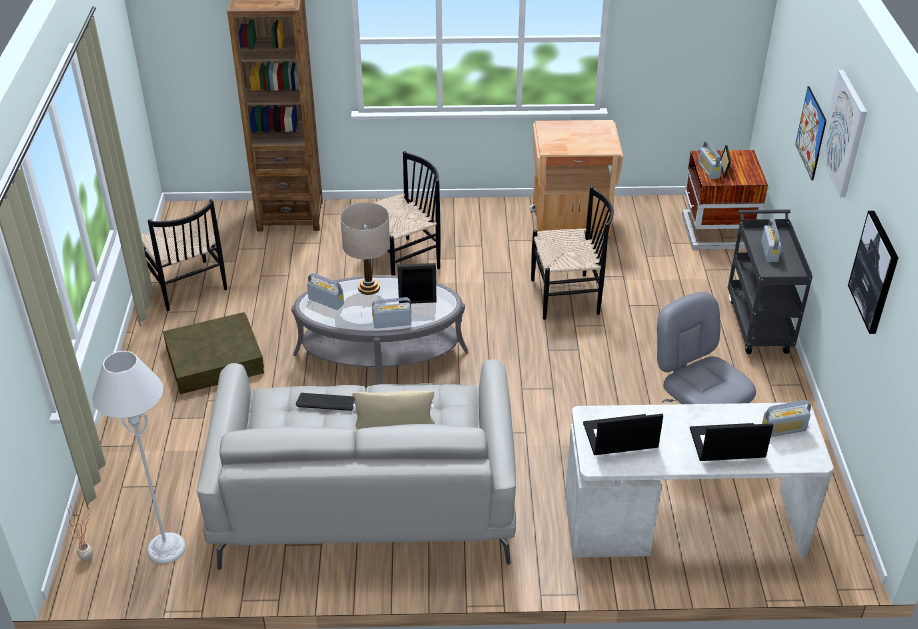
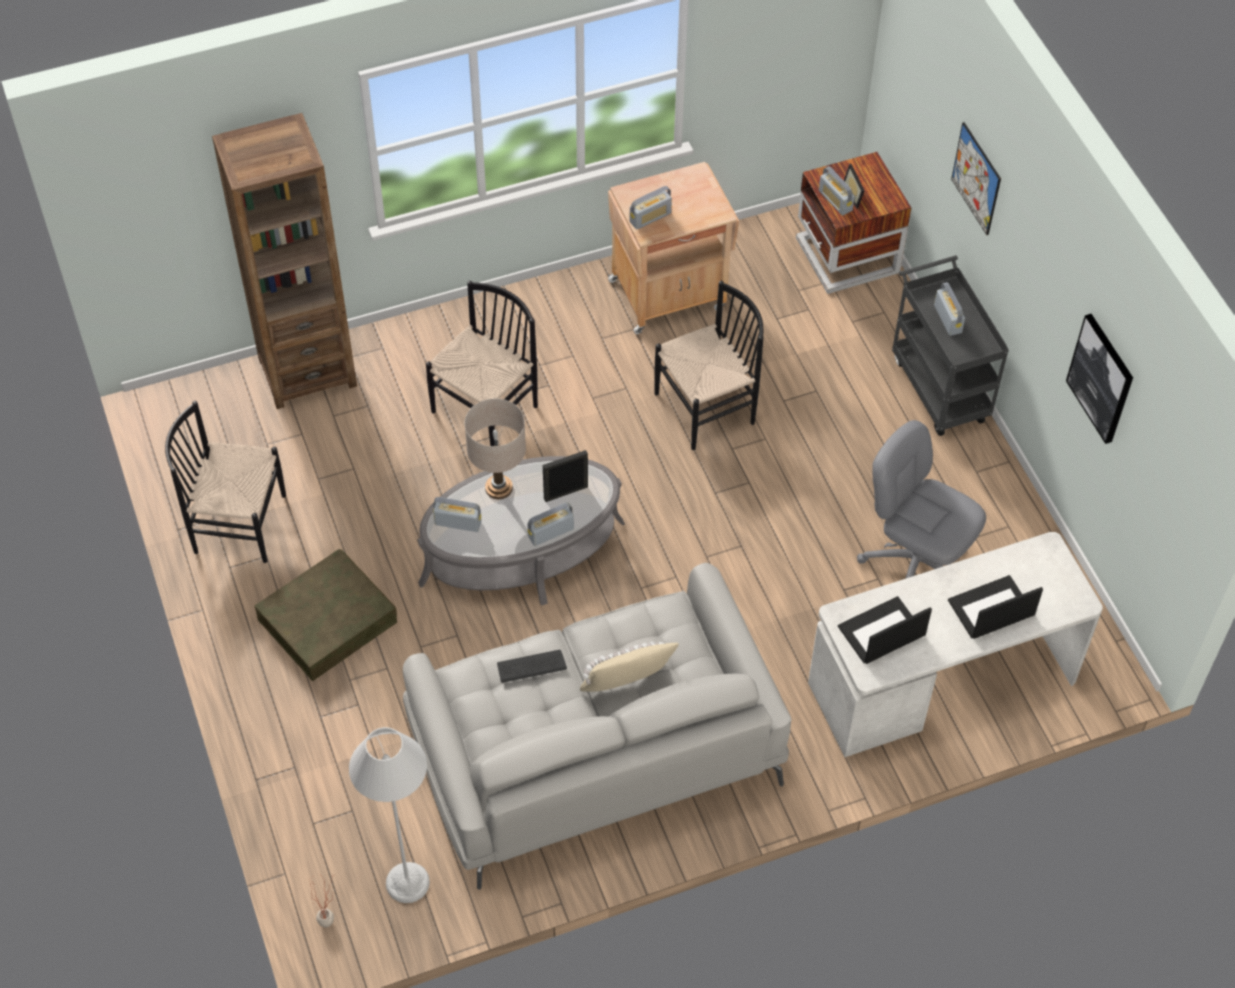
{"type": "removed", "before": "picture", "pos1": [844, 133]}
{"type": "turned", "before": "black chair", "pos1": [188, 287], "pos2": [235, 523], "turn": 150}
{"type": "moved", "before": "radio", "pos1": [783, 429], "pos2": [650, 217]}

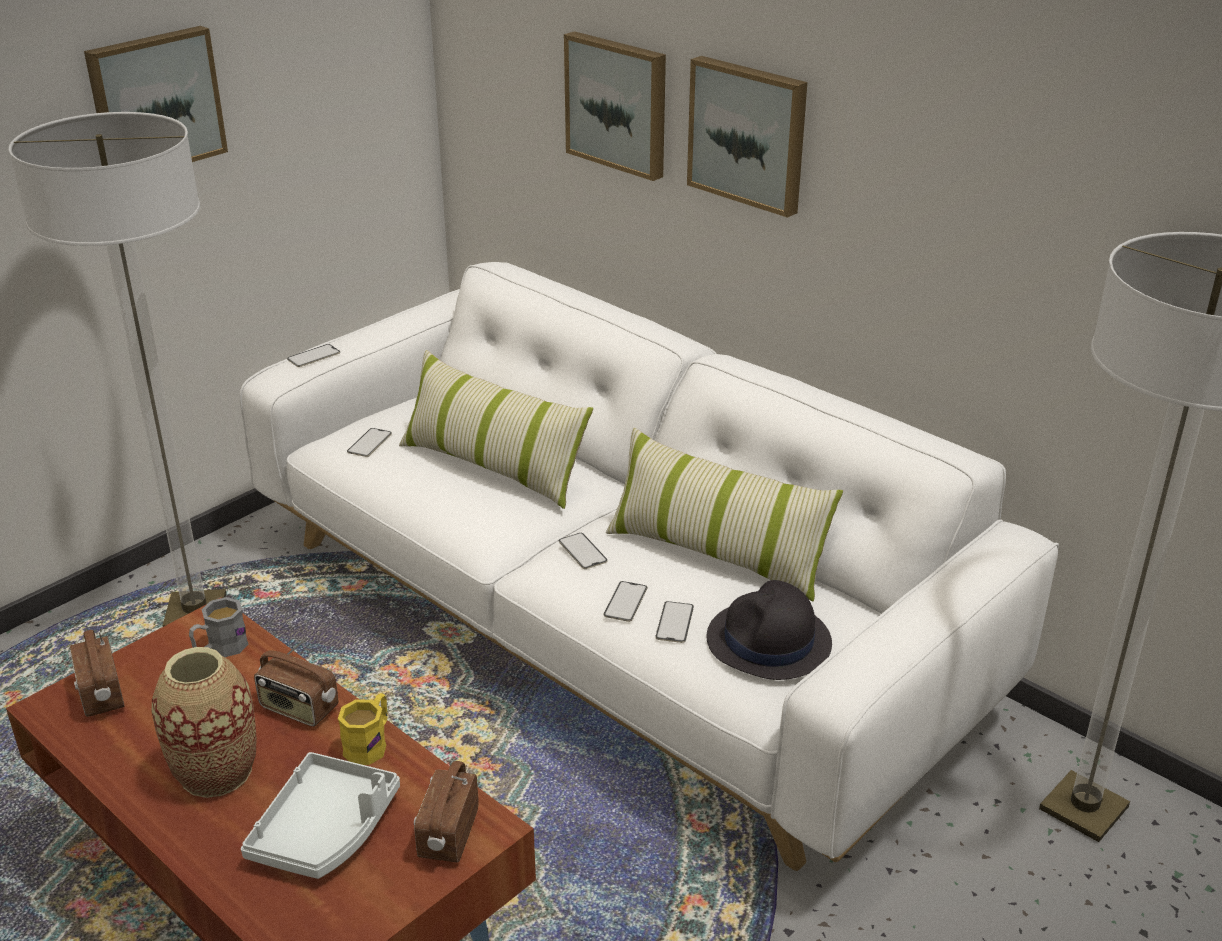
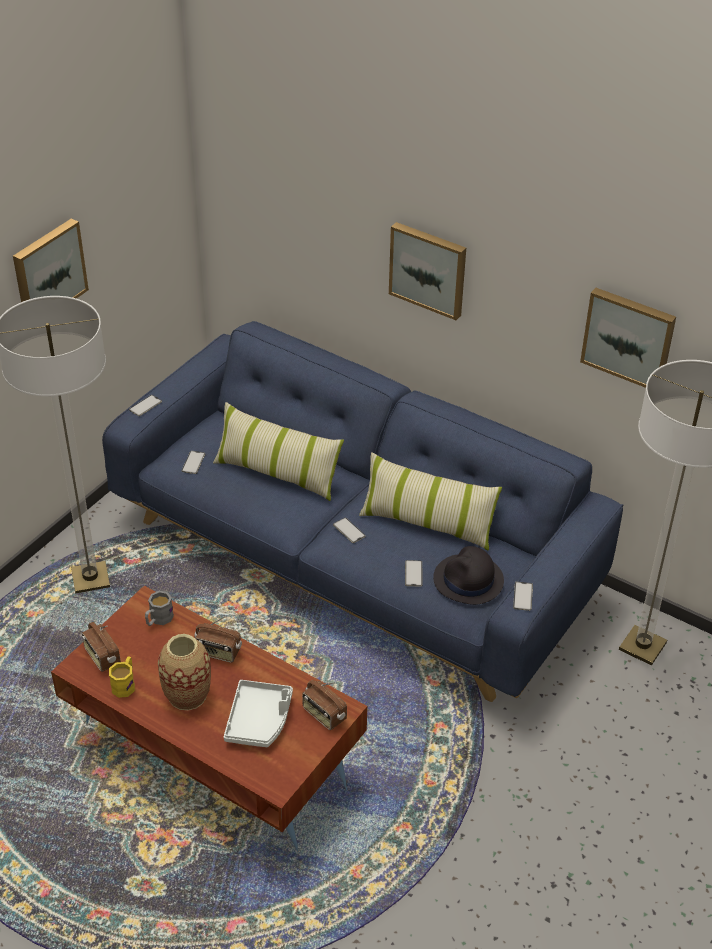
{"type": "moved", "before": "picture", "pos1": [618, 104], "pos2": [629, 337]}
{"type": "recoloured", "before": "white sofa", "after": "blue sofa", "pos1": [612, 622], "pos2": [355, 556]}
{"type": "moved", "before": "phone", "pos1": [625, 602], "pos2": [523, 596]}
{"type": "moved", "before": "yellow mug", "pos1": [370, 744], "pos2": [125, 684]}
{"type": "turned", "before": "radio", "pos1": [447, 835], "pos2": [324, 715], "turn": -45}

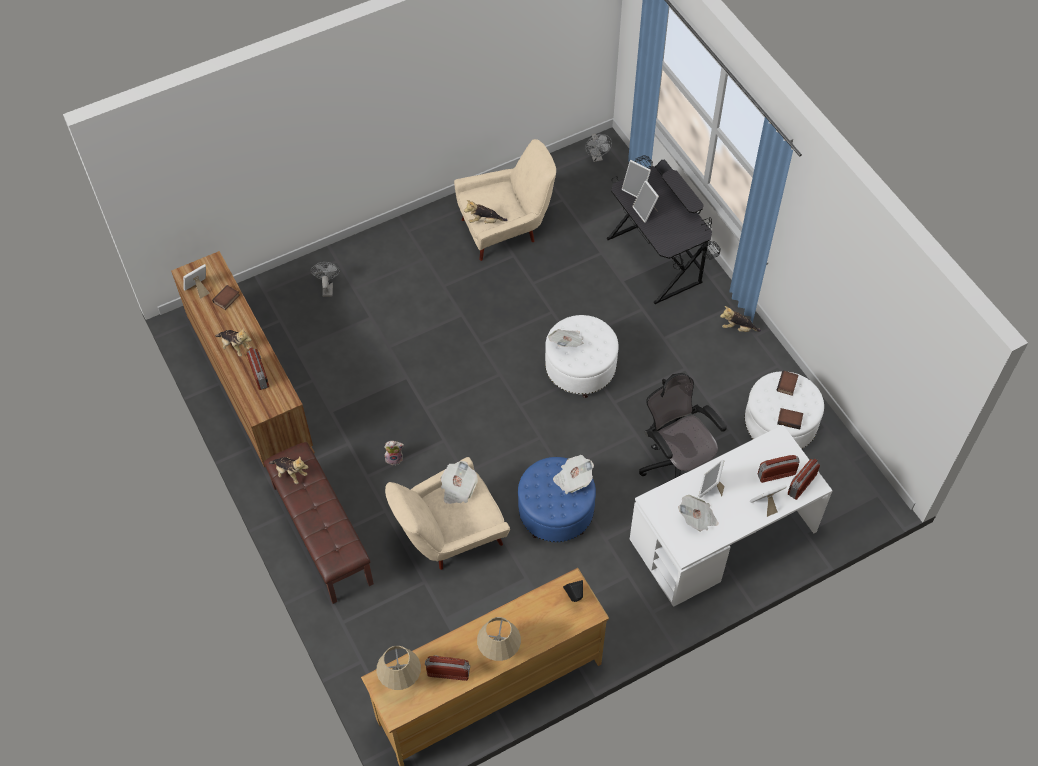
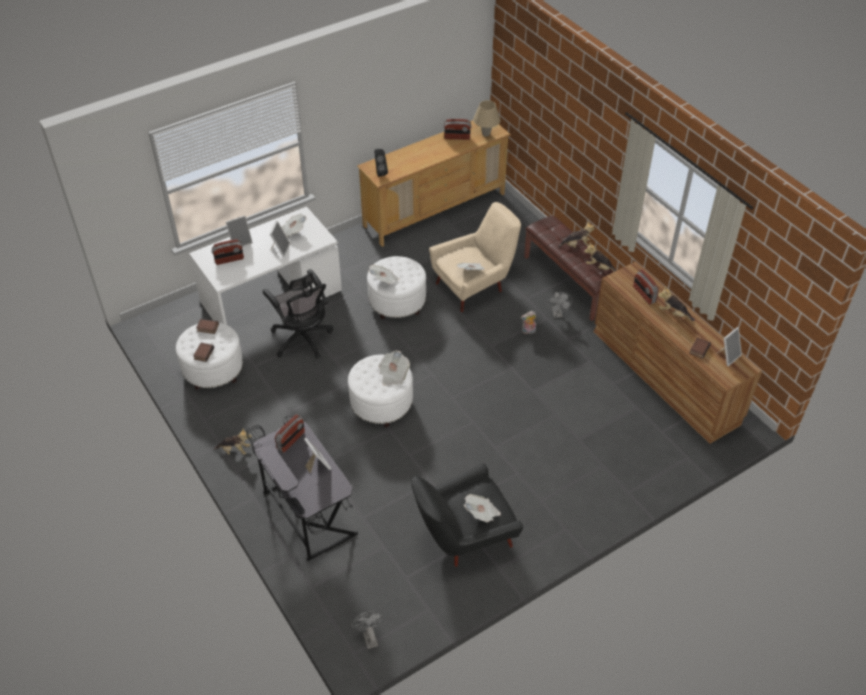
{"type": "recoloured", "before": "beige armchair", "after": "black armchair", "pos1": [505, 229], "pos2": [464, 537]}
{"type": "removed", "before": "picture frame", "pos1": [636, 189]}
{"type": "moved", "before": "plush toy", "pos1": [484, 221], "pos2": [576, 245]}
{"type": "moved", "before": "grey fan", "pos1": [327, 287], "pos2": [557, 314]}
{"type": "recoloured", "before": "blue ottoman", "after": "white ottoman", "pos1": [556, 513], "pos2": [397, 303]}
{"type": "moved", "before": "radio", "pos1": [801, 484], "pos2": [291, 440]}
{"type": "removed", "before": "beige table lamp", "pos1": [499, 650]}
{"type": "added", "after": "newspaper", "pos2": [482, 513]}

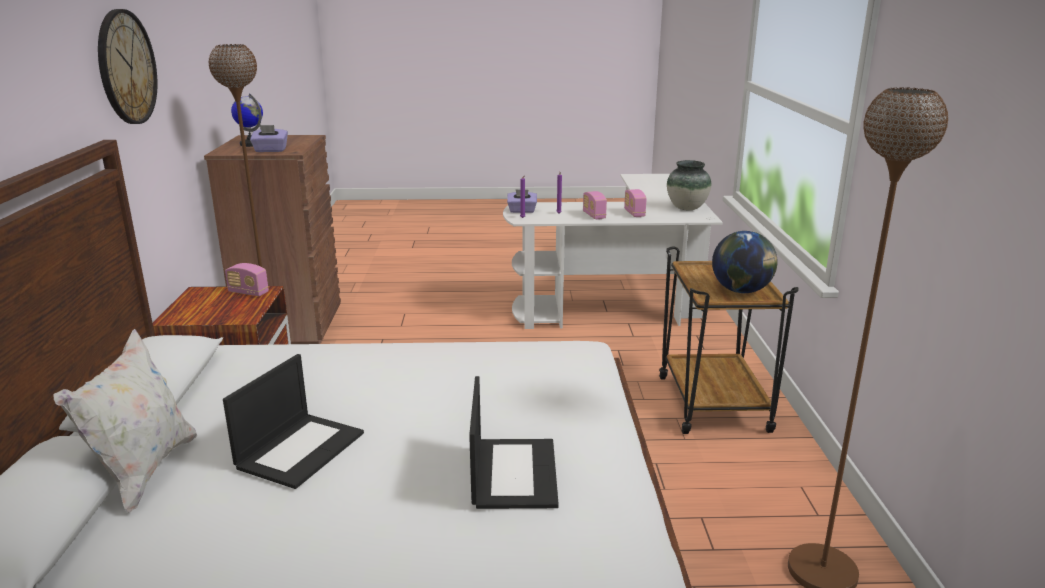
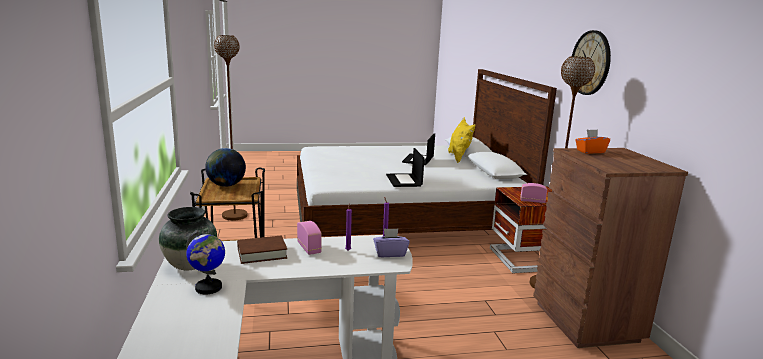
{"type": "moved", "before": "globe", "pos1": [251, 144], "pos2": [208, 288]}
{"type": "recoloured", "before": "purple tissue box", "after": "orange tissue box", "pos1": [270, 150], "pos2": [590, 151]}
{"type": "replaced", "before": "radio", "after": "brown book", "pos1": [634, 213], "pos2": [262, 253]}
{"type": "recoloured", "before": "white pillow", "after": "yellow pillow", "pos1": [144, 472], "pos2": [459, 157]}
{"type": "moved", "before": "laptop", "pos1": [513, 472], "pos2": [404, 180]}

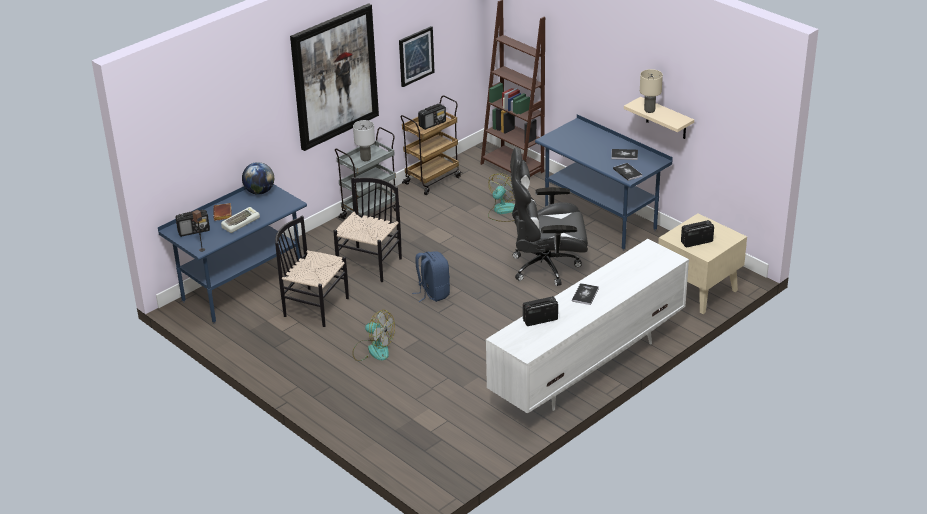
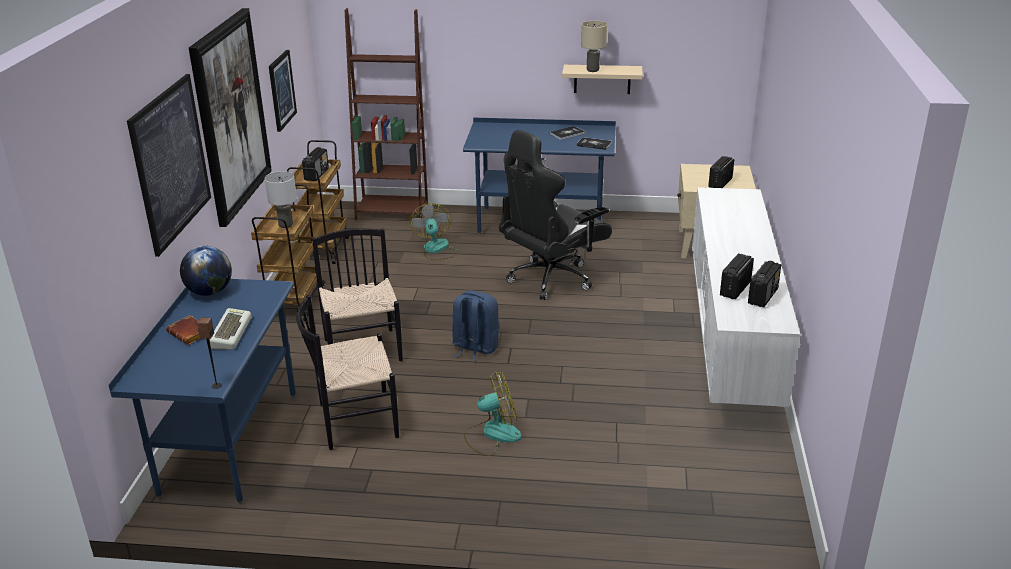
{"type": "recoloured", "before": "grey cart", "after": "brown cart", "pos1": [370, 214], "pos2": [295, 303]}
{"type": "moved", "before": "radio", "pos1": [194, 231], "pos2": [763, 296]}
{"type": "removed", "before": "book", "pos1": [585, 294]}
{"type": "added", "after": "picture", "pos2": [171, 162]}

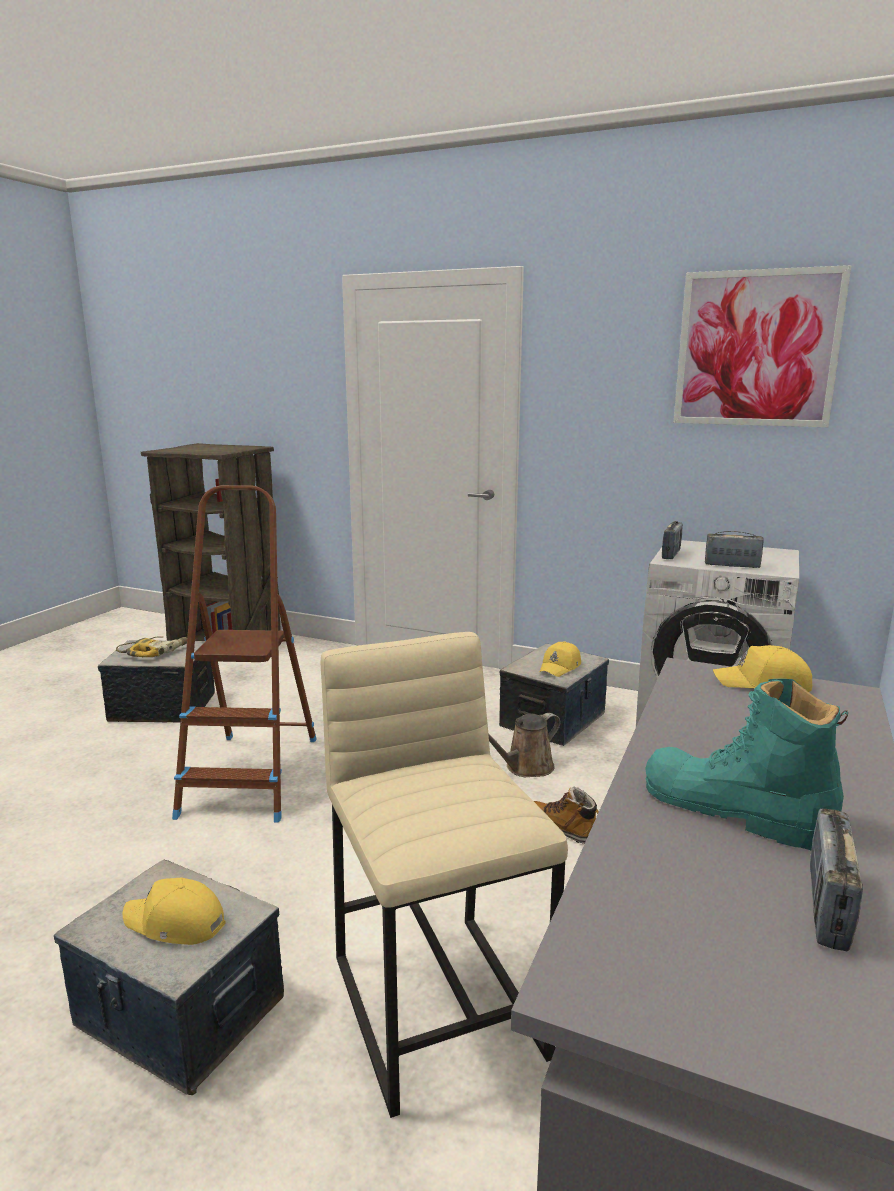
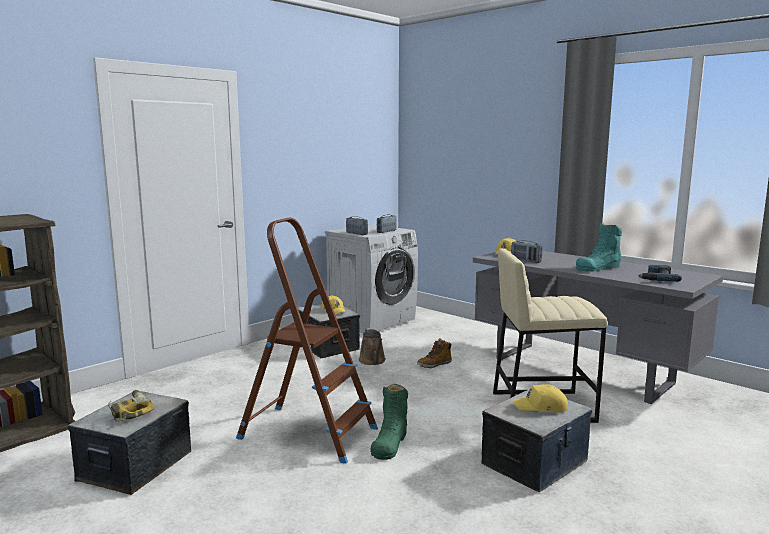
{"type": "removed", "before": "picture", "pos1": [756, 349]}
{"type": "moved", "before": "radio", "pos1": [827, 908], "pos2": [525, 261]}
{"type": "turned", "before": "yellow cap", "pos1": [175, 923], "pos2": [541, 407], "turn": 60}
{"type": "added", "after": "power drill", "pos2": [657, 278]}
{"type": "added", "after": "green boot", "pos2": [390, 443]}

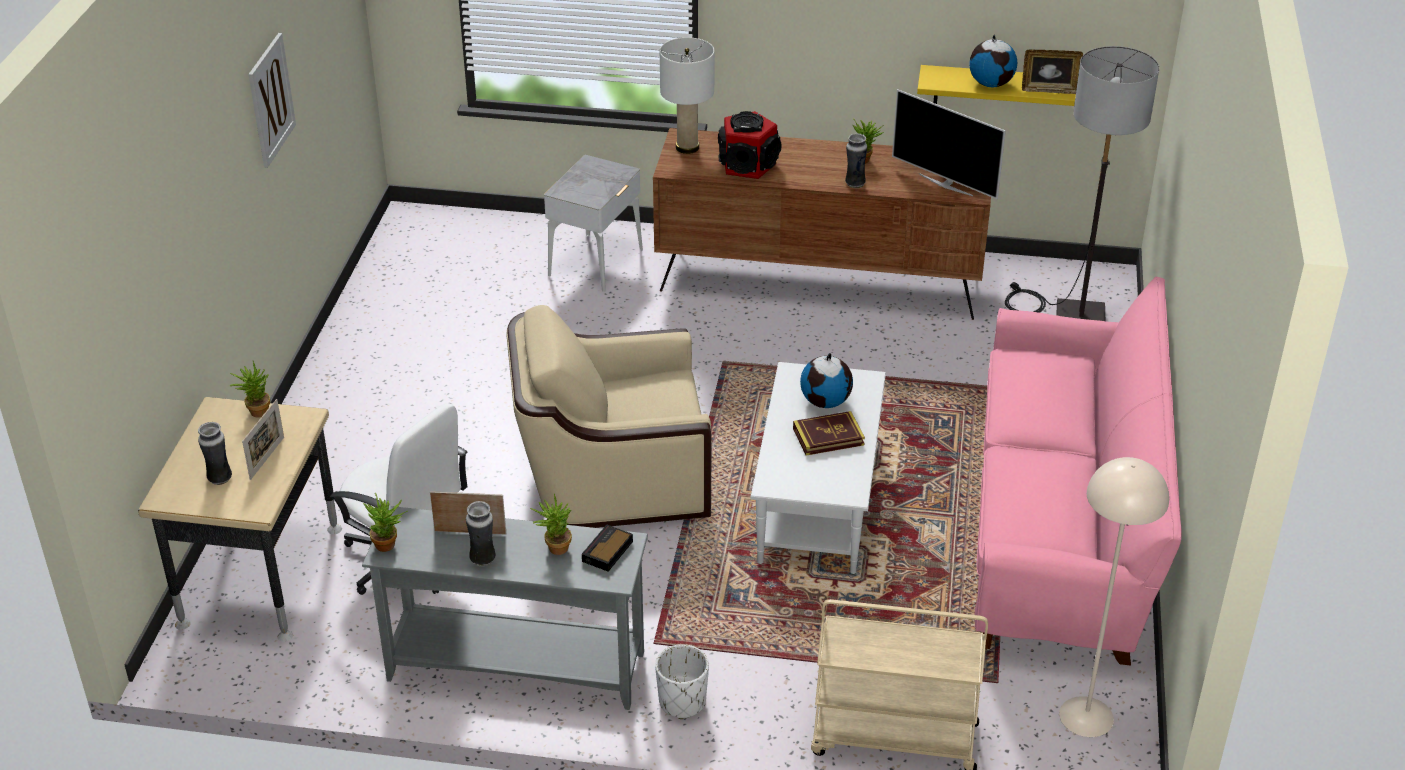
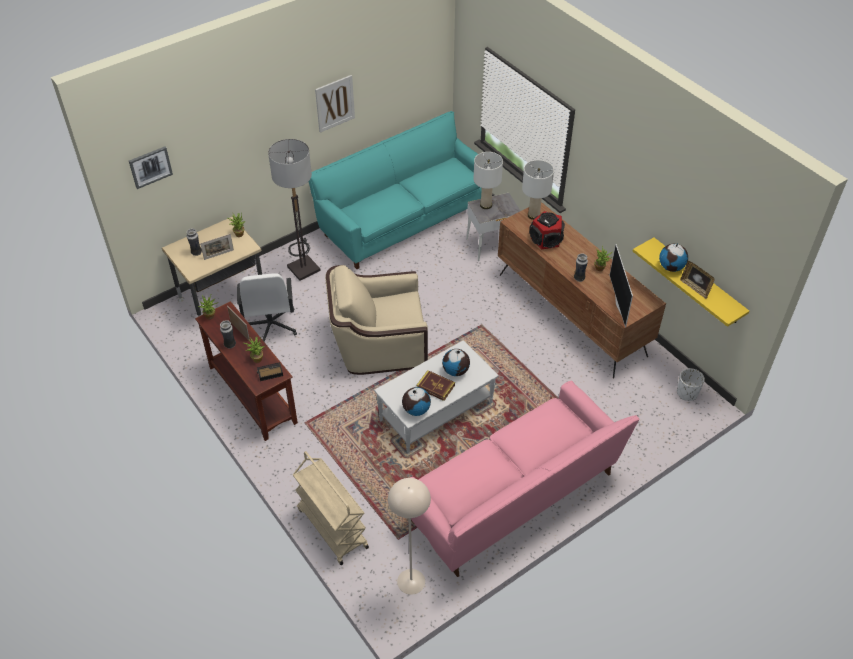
{"type": "moved", "before": "floor lamp", "pos1": [1063, 315], "pos2": [302, 263]}
{"type": "turned", "before": "beige armchair", "pos1": [610, 474], "pos2": [377, 343], "turn": -45}
{"type": "recoloured", "before": "grey console table", "after": "brown console table", "pos1": [515, 666], "pos2": [252, 394]}
{"type": "moved", "before": "white planter", "pos1": [682, 702], "pos2": [687, 393]}
{"type": "added", "after": "turquoise sofa", "pos2": [404, 220]}
{"type": "added", "after": "picture", "pos2": [150, 167]}
{"type": "added", "after": "white table lamp", "pos2": [485, 205]}
{"type": "added", "after": "globe", "pos2": [416, 410]}

